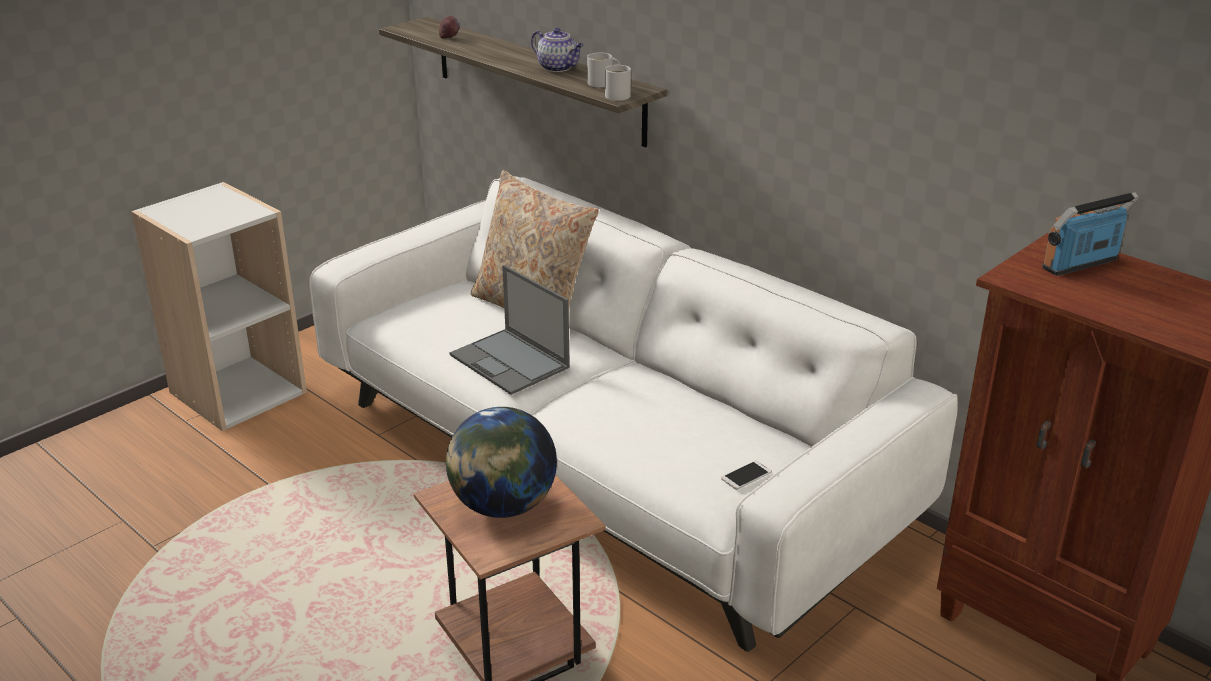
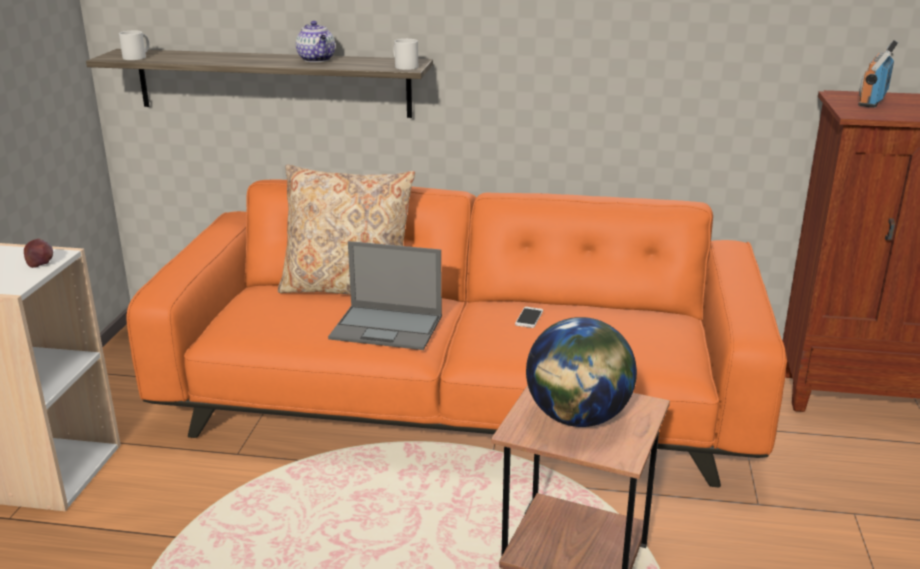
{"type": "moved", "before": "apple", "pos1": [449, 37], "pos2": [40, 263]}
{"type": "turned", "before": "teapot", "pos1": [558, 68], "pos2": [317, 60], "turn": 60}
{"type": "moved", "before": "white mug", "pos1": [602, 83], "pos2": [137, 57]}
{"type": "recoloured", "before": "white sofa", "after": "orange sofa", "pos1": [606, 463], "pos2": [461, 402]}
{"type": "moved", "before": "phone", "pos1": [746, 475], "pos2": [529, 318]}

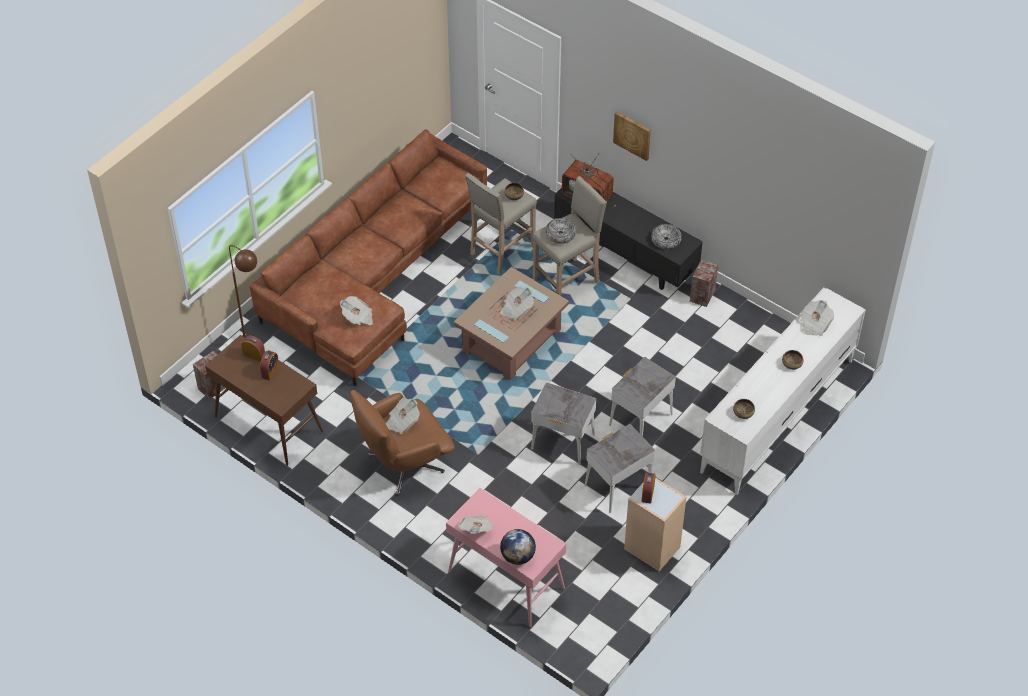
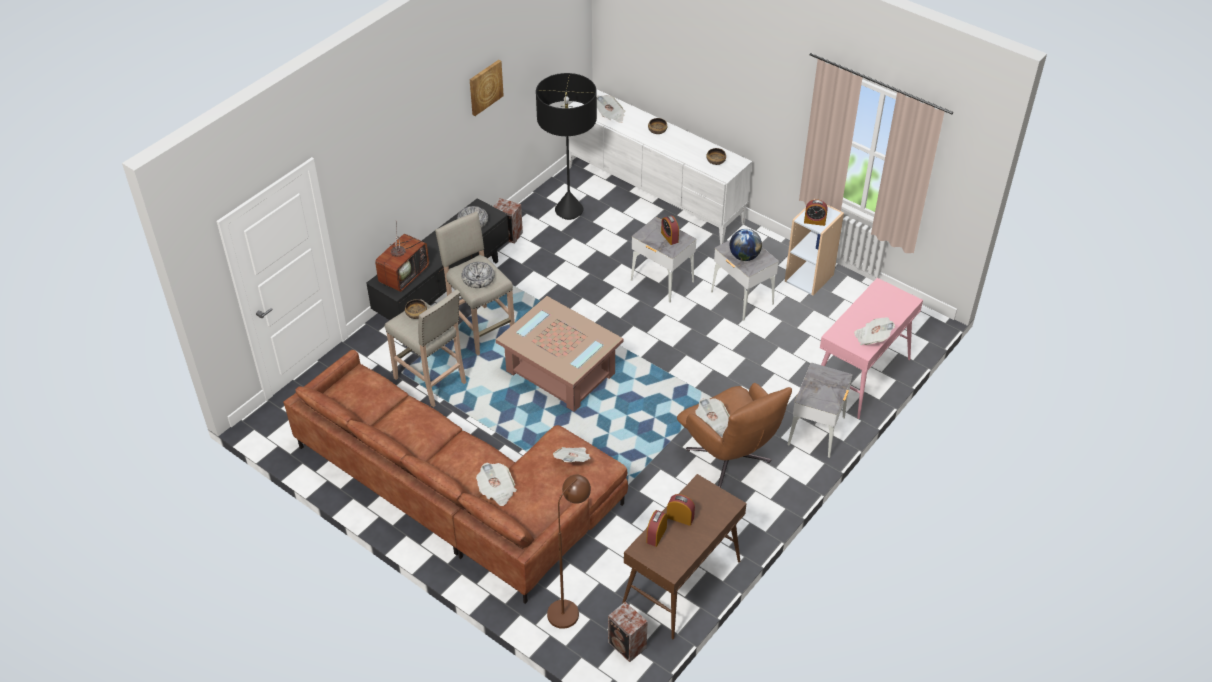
{"type": "moved", "before": "picture", "pos1": [632, 135], "pos2": [485, 87]}
{"type": "moved", "before": "newspaper", "pos1": [516, 309], "pos2": [497, 490]}
{"type": "moved", "before": "side table", "pos1": [563, 442], "pos2": [817, 430]}
{"type": "moved", "before": "globe", "pos1": [517, 556], "pos2": [744, 256]}
{"type": "added", "after": "black floor lamp", "pos2": [569, 212]}
{"type": "added", "after": "alarm clock", "pos2": [669, 237]}

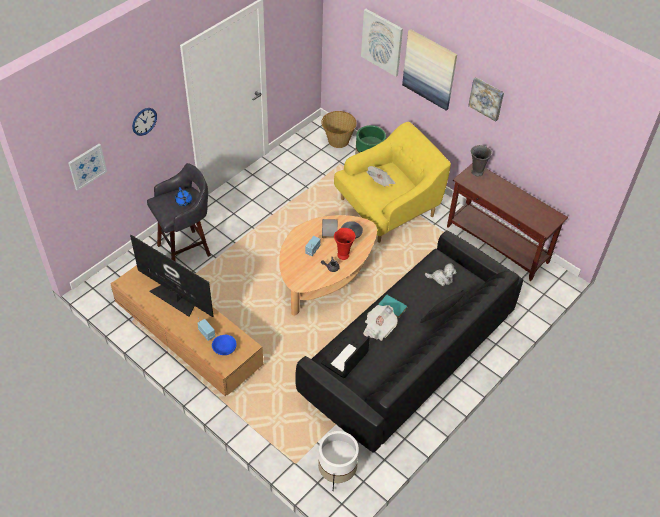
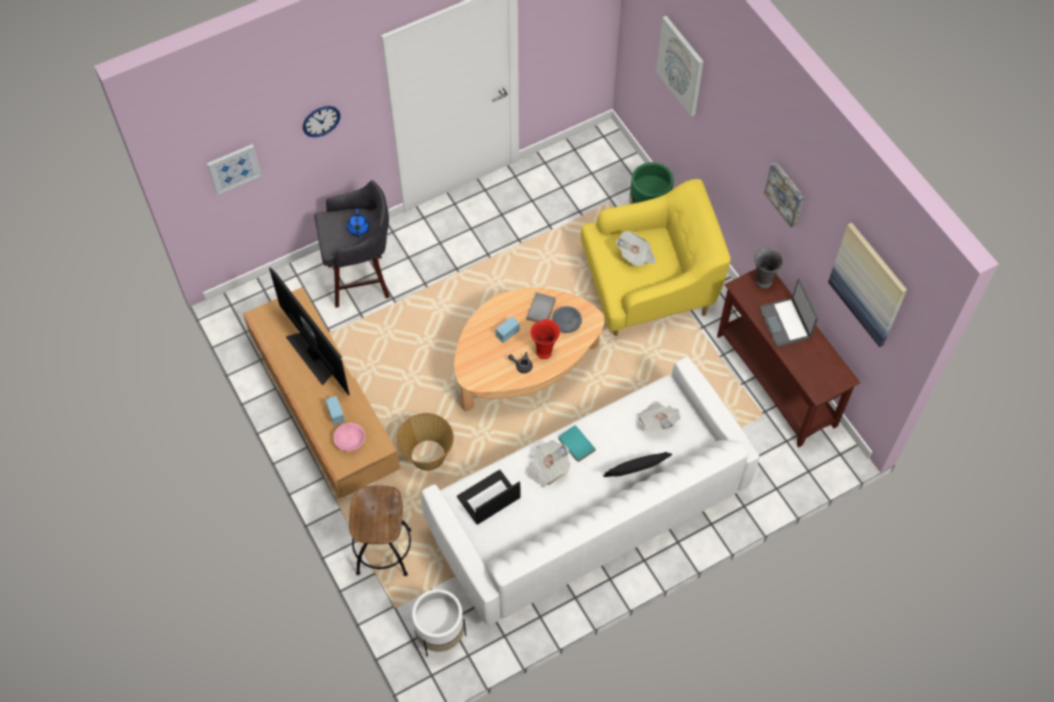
{"type": "moved", "before": "picture", "pos1": [429, 69], "pos2": [868, 284]}
{"type": "moved", "before": "basket", "pos1": [338, 141], "pos2": [427, 455]}
{"type": "recoloured", "before": "black sofa", "after": "white sofa", "pos1": [407, 358], "pos2": [587, 510]}
{"type": "replaced", "before": "plush toy", "after": "newspaper", "pos1": [441, 278], "pos2": [657, 421]}
{"type": "recoloured", "before": "blue bowl", "after": "pink bowl", "pos1": [224, 349], "pos2": [350, 441]}
{"type": "added", "after": "laptop", "pos2": [786, 322]}
{"type": "added", "after": "brown stool", "pos2": [383, 551]}

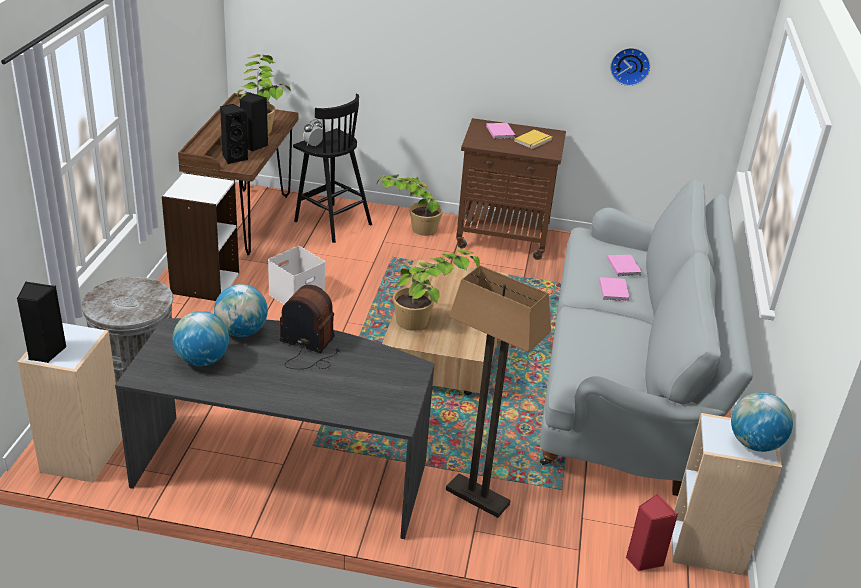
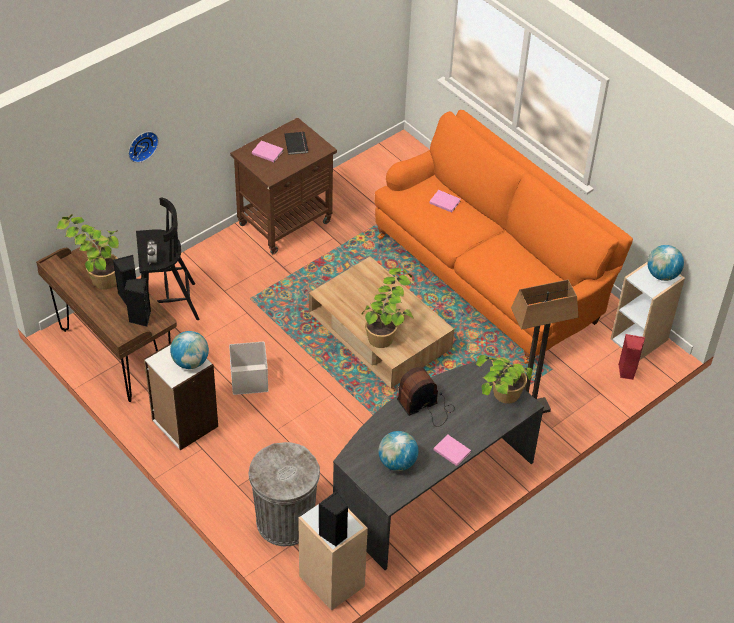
{"type": "moved", "before": "wall clock", "pos1": [630, 65], "pos2": [141, 145]}
{"type": "recoloured", "before": "yellow book", "after": "black book", "pos1": [534, 141], "pos2": [297, 144]}
{"type": "moved", "before": "potted plant", "pos1": [410, 229], "pos2": [499, 402]}
{"type": "recoloured", "before": "grey sofa", "after": "orange sofa", "pos1": [626, 383], "pos2": [491, 274]}
{"type": "moved", "before": "pink book", "pos1": [614, 290], "pos2": [451, 450]}
{"type": "moved", "before": "globe", "pos1": [242, 332], "pos2": [190, 362]}

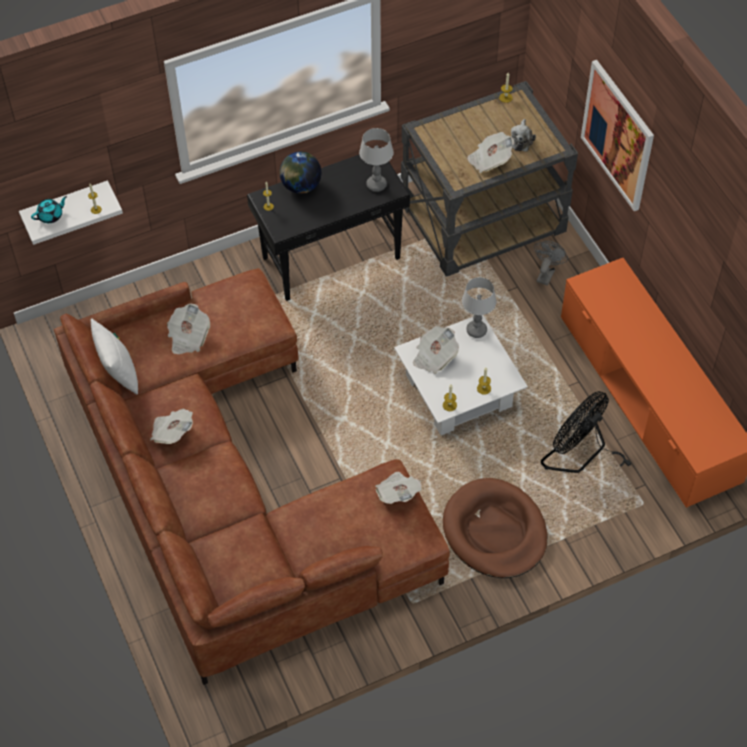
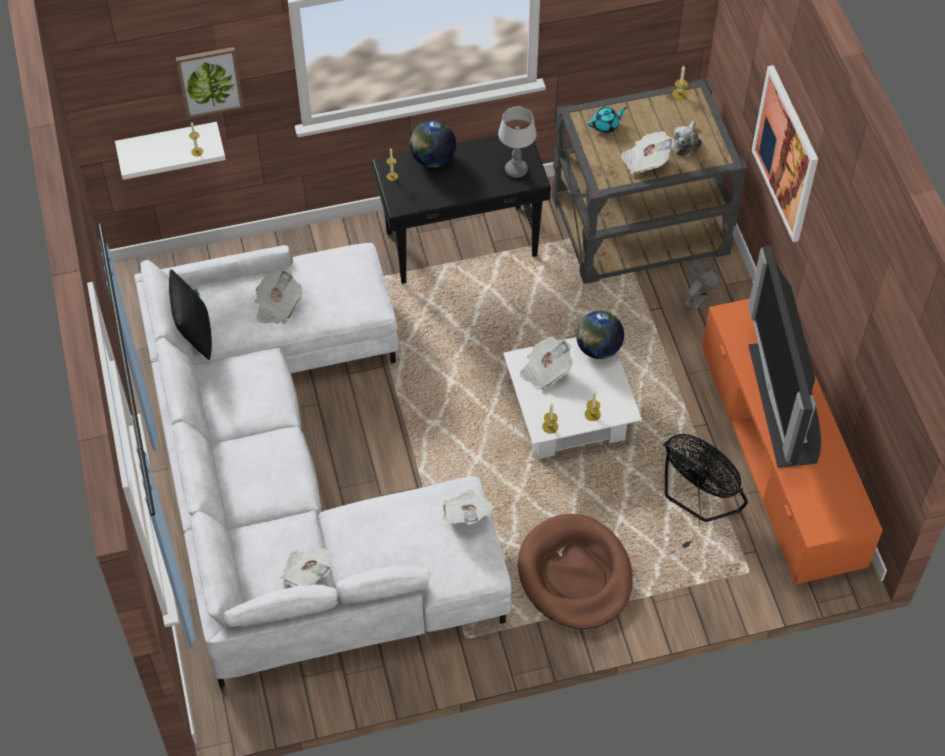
{"type": "moved", "before": "turquoise teapot", "pos1": [51, 215], "pos2": [606, 125]}
{"type": "recoloured", "before": "brown sofa", "after": "white sofa", "pos1": [230, 490], "pos2": [295, 480]}
{"type": "replaced", "before": "table lamp", "after": "globe", "pos1": [476, 330], "pos2": [598, 348]}
{"type": "recoloured", "before": "white pillow", "after": "black pillow", "pos1": [119, 373], "pos2": [194, 334]}
{"type": "turned", "before": "black fan", "pos1": [584, 451], "pos2": [695, 502], "turn": 75}
{"type": "moved", "before": "newspaper", "pos1": [172, 432], "pos2": [307, 573]}
{"type": "added", "after": "picture", "pos2": [210, 81]}
{"type": "added", "after": "television", "pos2": [785, 403]}

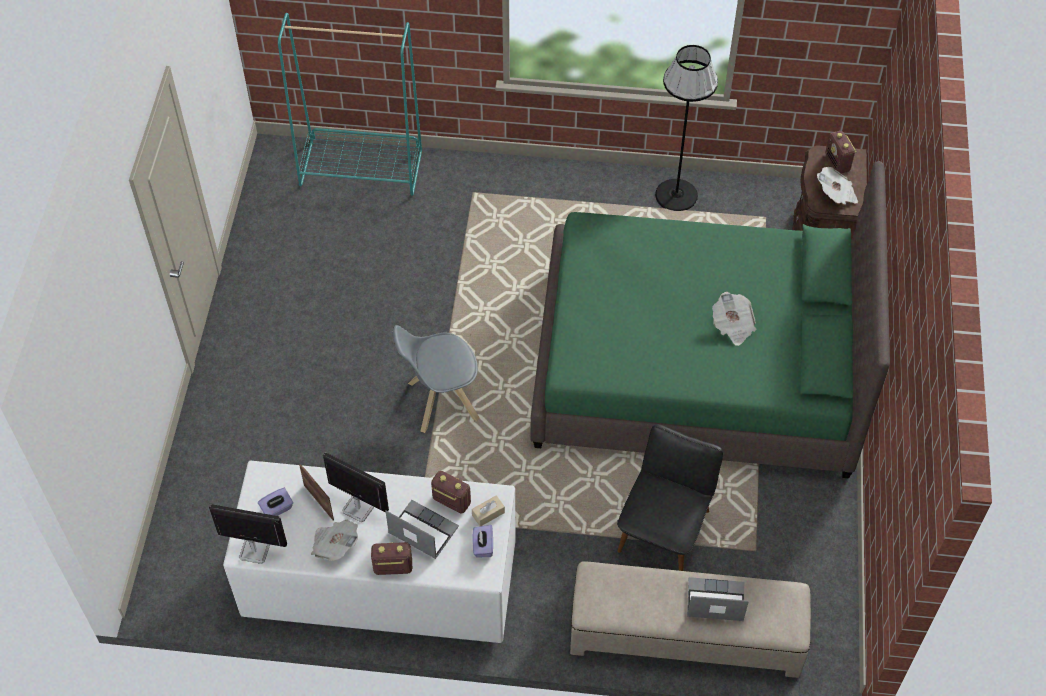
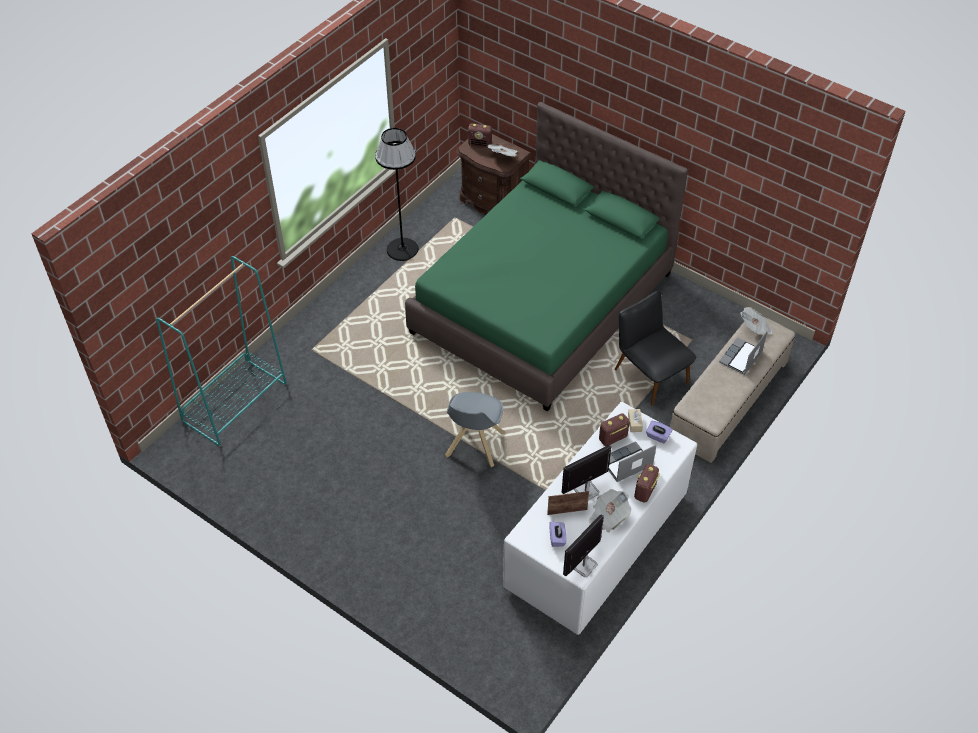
{"type": "moved", "before": "newspaper", "pos1": [733, 326], "pos2": [755, 328]}

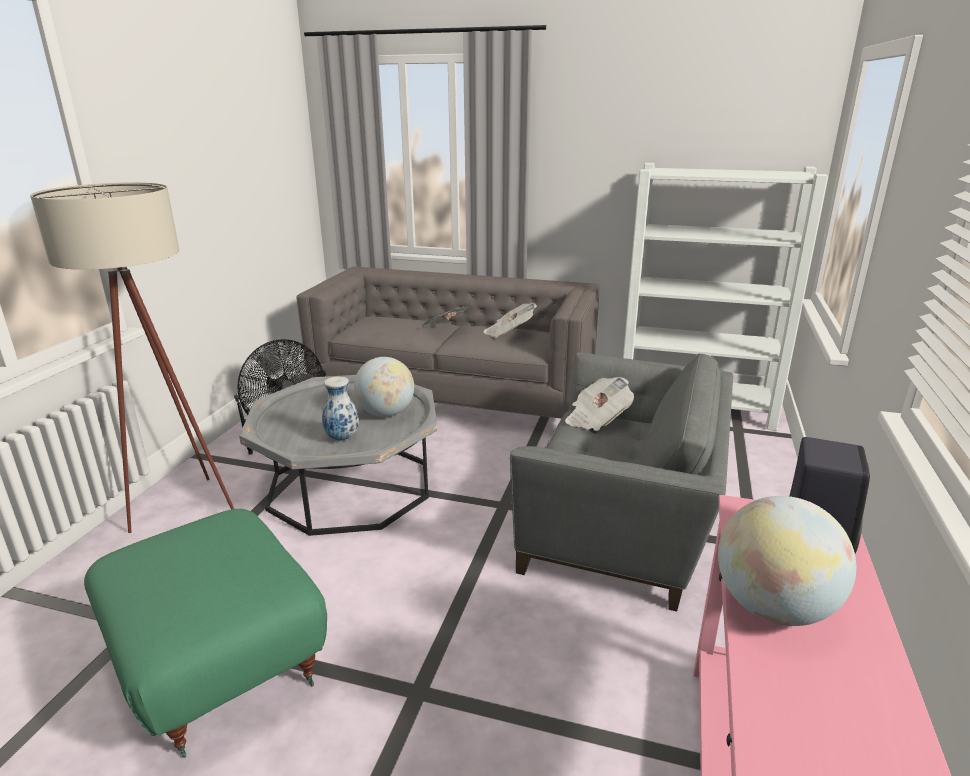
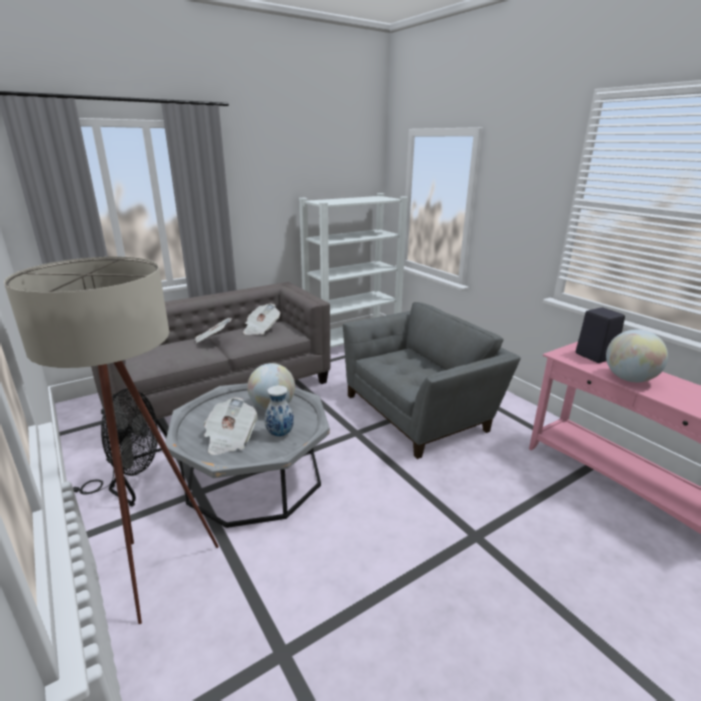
{"type": "moved", "before": "newspaper", "pos1": [597, 419], "pos2": [230, 439]}
{"type": "removed", "before": "green ottoman", "pos1": [216, 665]}

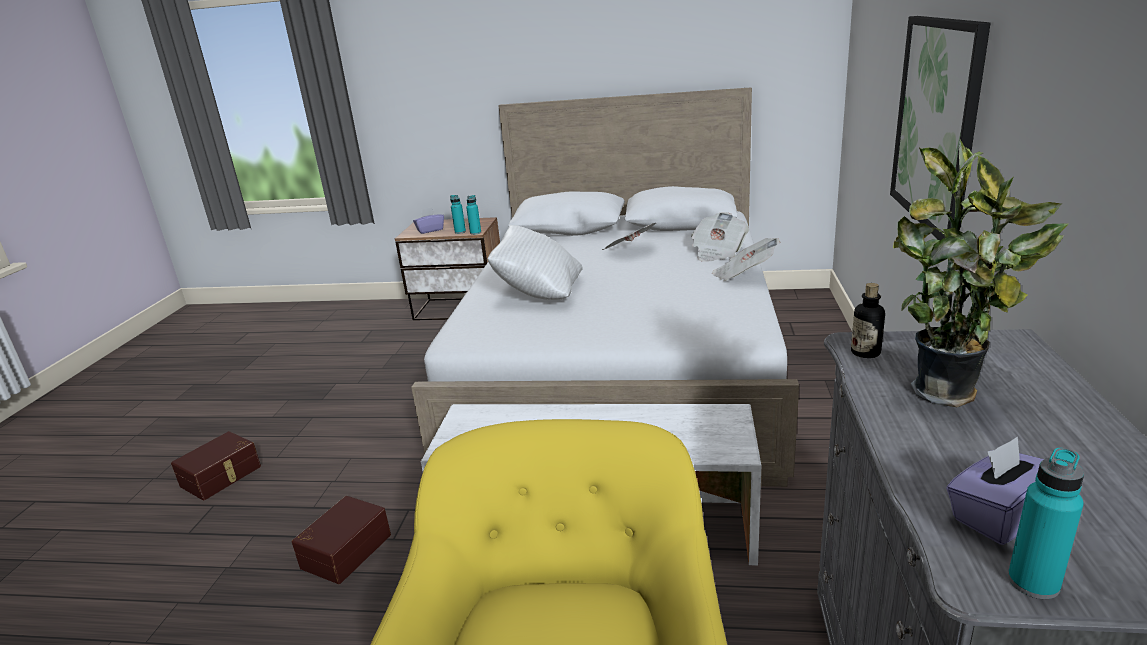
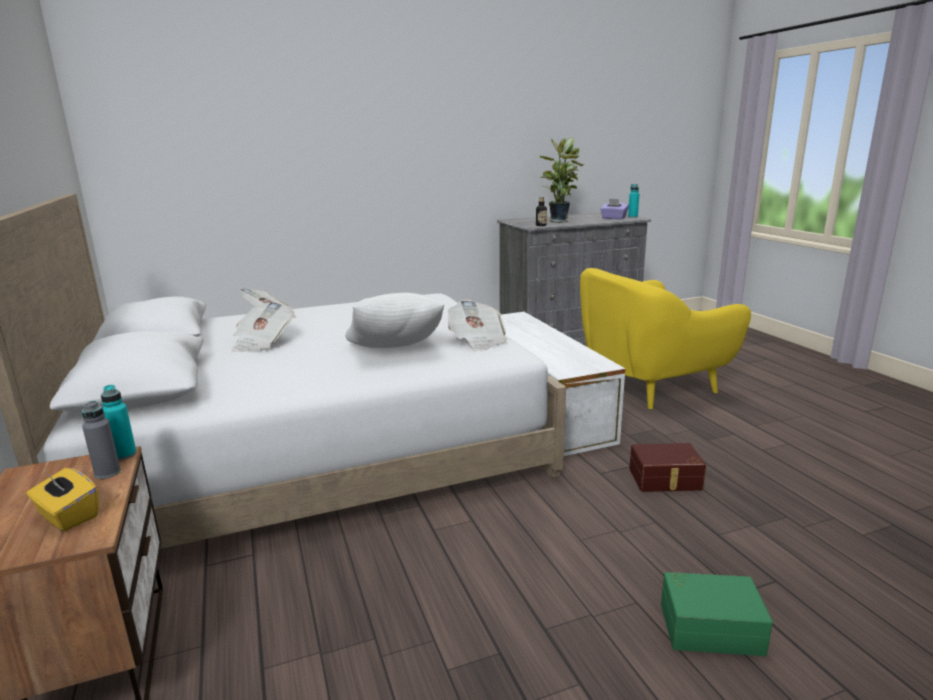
{"type": "removed", "before": "picture", "pos1": [936, 123]}
{"type": "recoloured", "before": "turquoise bottle", "after": "grey bottle", "pos1": [460, 232], "pos2": [107, 473]}
{"type": "recoloured", "before": "purple tissue box", "after": "yellow tissue box", "pos1": [430, 230], "pos2": [68, 516]}
{"type": "moved", "before": "newspaper", "pos1": [744, 275], "pos2": [477, 341]}
{"type": "recoloured", "before": "brown storage box", "after": "green storage box", "pos1": [222, 476], "pos2": [710, 626]}

